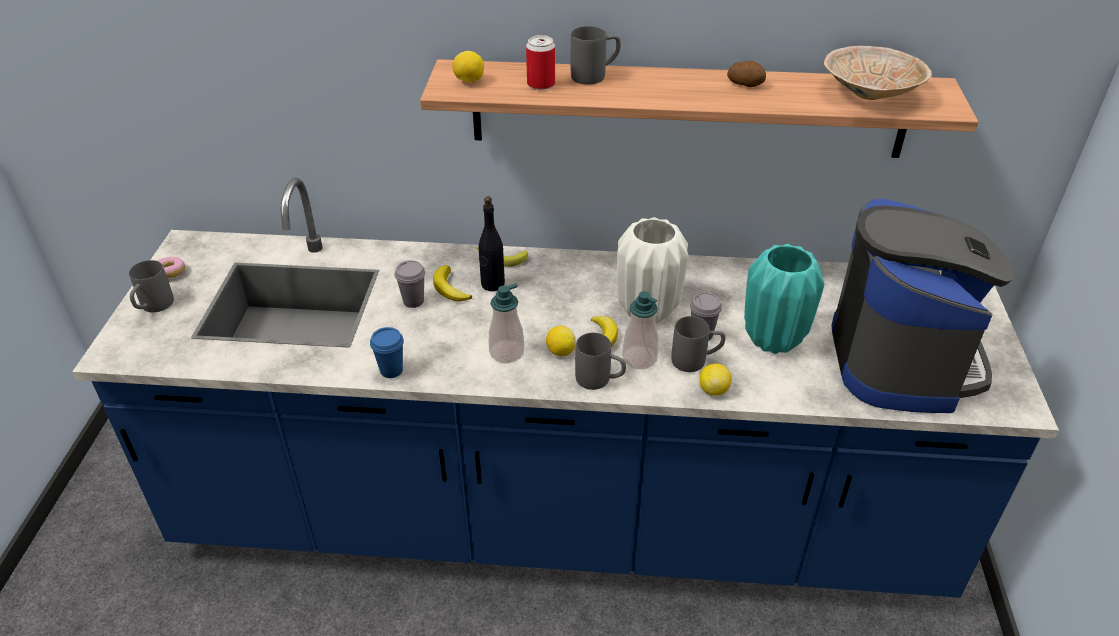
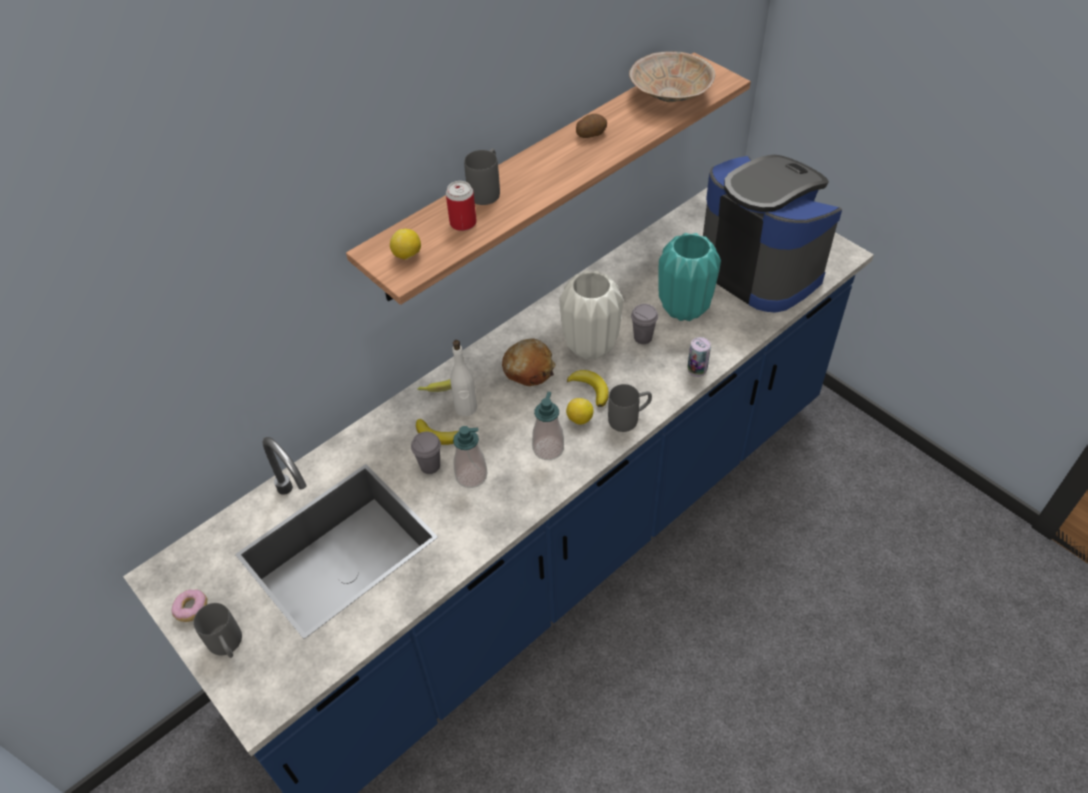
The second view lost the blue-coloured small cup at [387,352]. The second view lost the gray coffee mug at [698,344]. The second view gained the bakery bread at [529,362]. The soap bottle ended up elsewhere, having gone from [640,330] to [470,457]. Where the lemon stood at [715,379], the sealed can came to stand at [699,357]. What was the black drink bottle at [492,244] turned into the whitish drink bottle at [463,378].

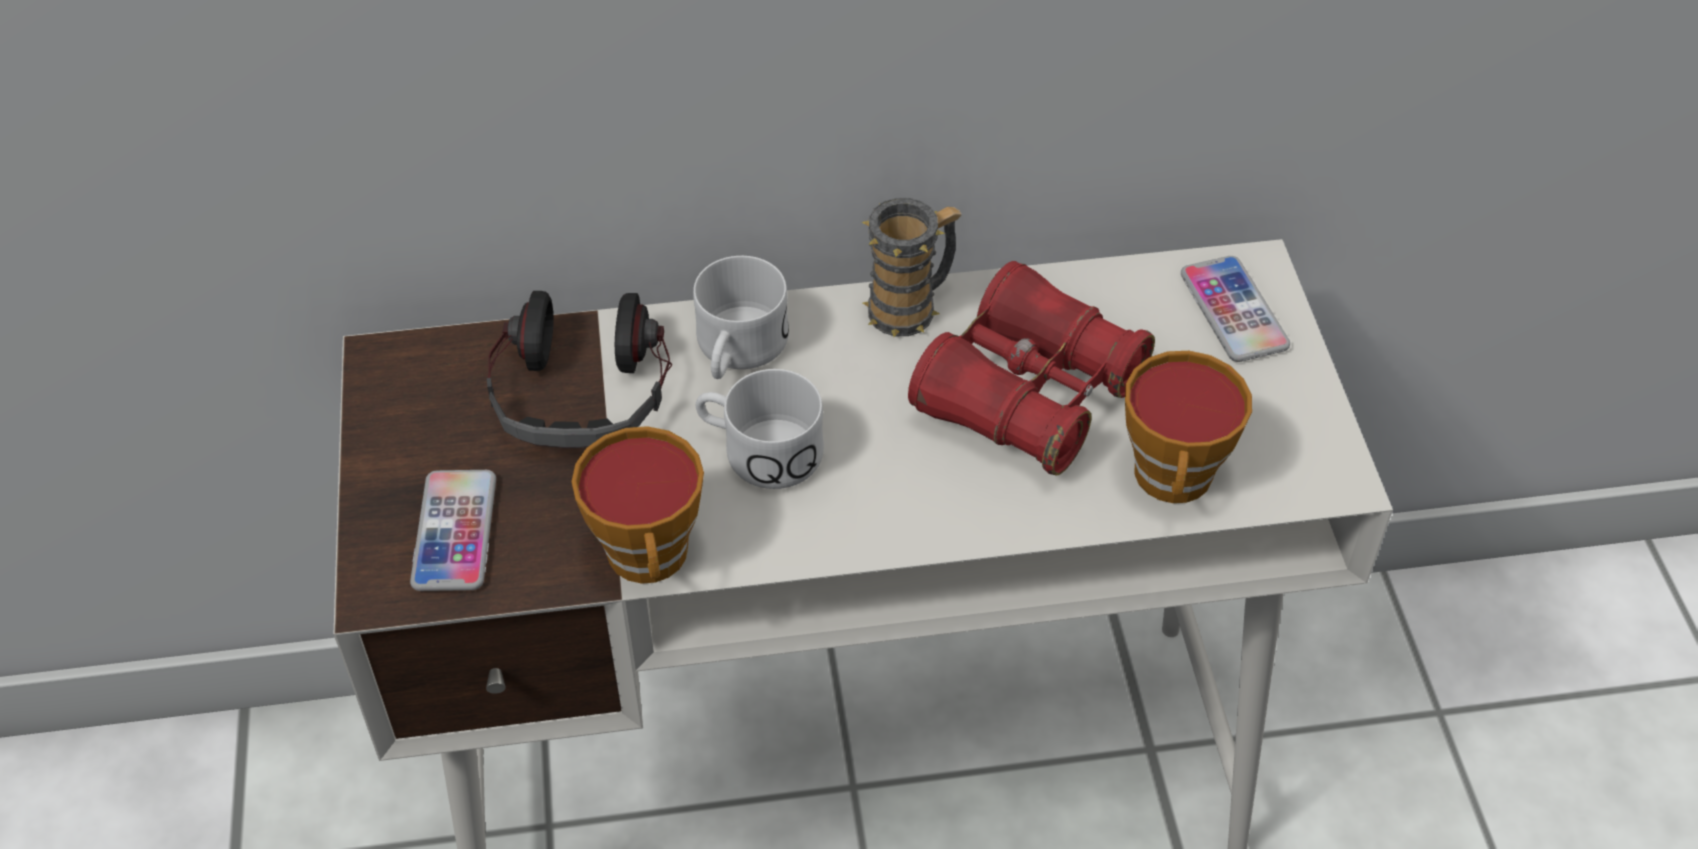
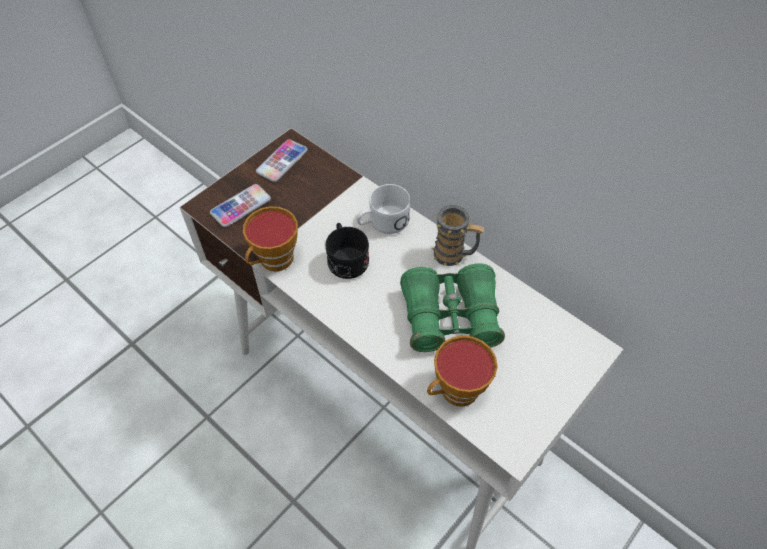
The second view lost the headphones at [580,369]. The telephone ended up elsewhere, having gone from [1235,309] to [282,160]. What was the whitish coffee mug at [760,429] turned into the black coffee mug at [347,251]. What was the red-coloured pair of binoculars at [1031,368] turned into the greenish pair of binoculars at [452,307].

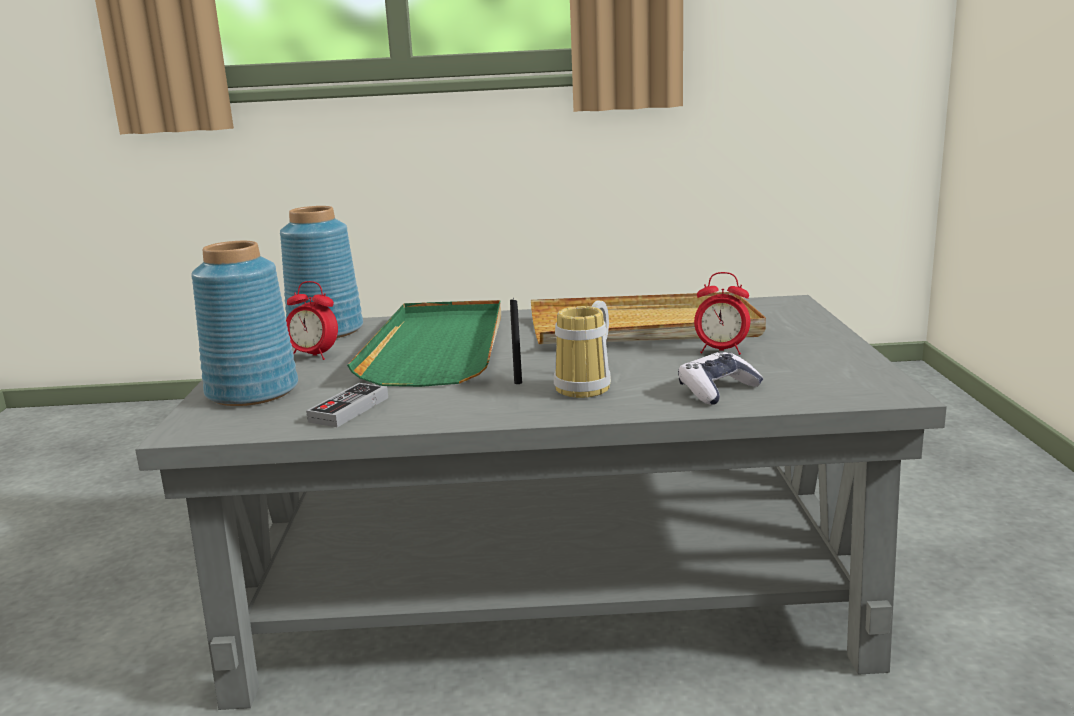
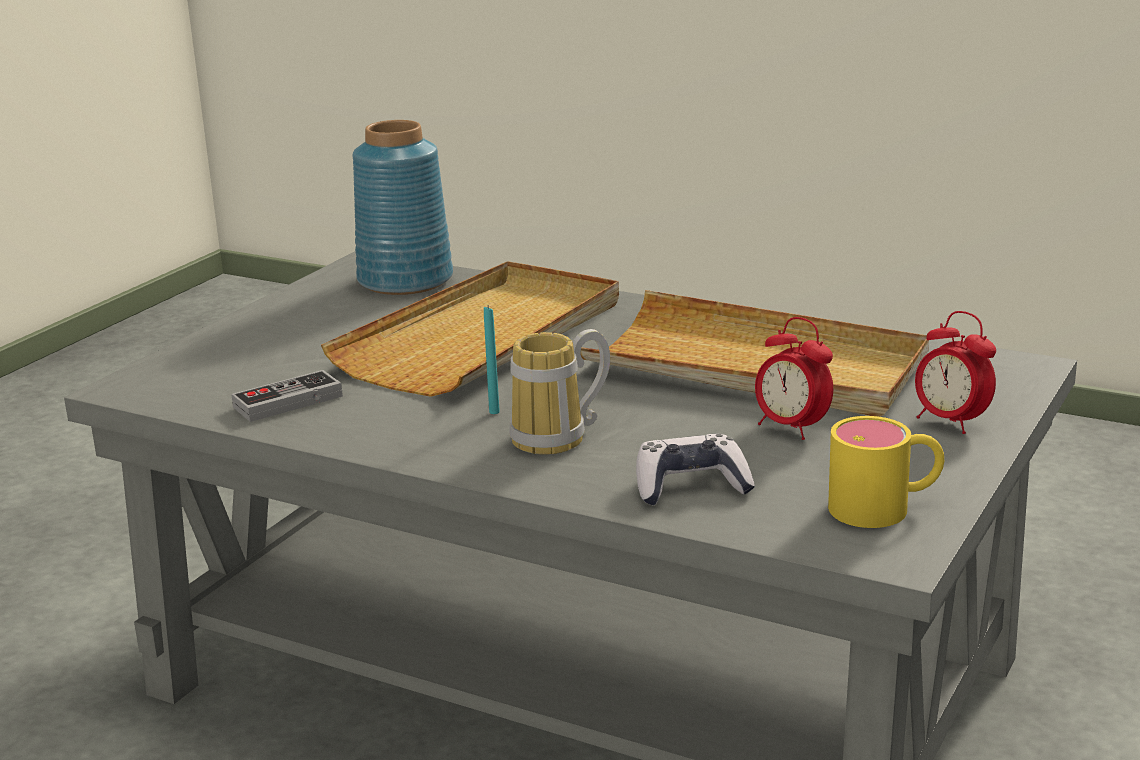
The second view lost the blue-coloured decorative vase at [244,323]. The second view gained the yellow coffee mug at [886,472]. The alarm clock ended up elsewhere, having gone from [312,320] to [955,372]. What was the greenish serving tray at [424,343] turned into the beige-coloured serving tray at [470,329]. What was the black candle at [516,340] turned into the turquoise candle at [492,360].

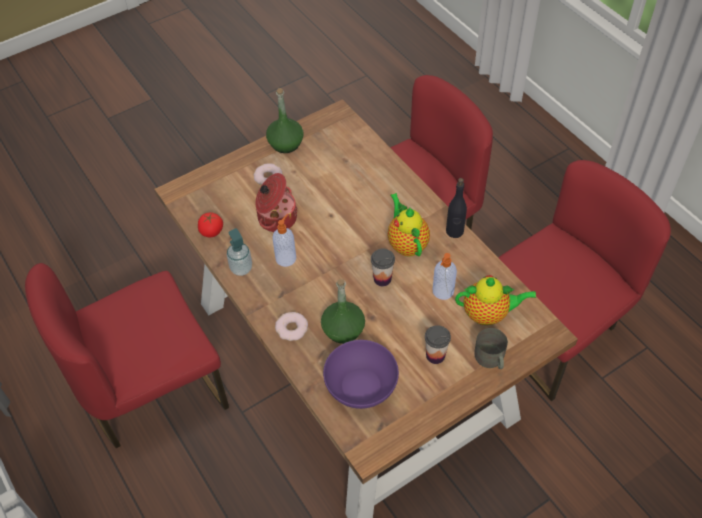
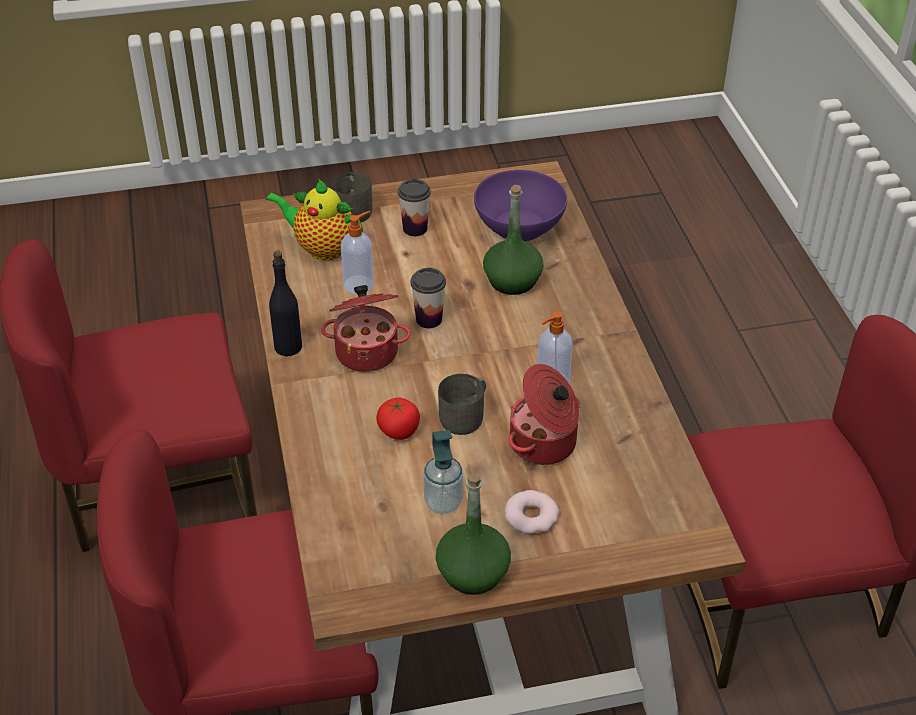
The second view lost the donut at [291,326]. The second view gained the gray coffee mug at [462,404]. The tomato ended up elsewhere, having gone from [210,224] to [398,419]. The soap bottle ended up elsewhere, having gone from [239,252] to [443,472]. Where the pot for tea stood at [409,225], the stockpot came to stand at [366,328].

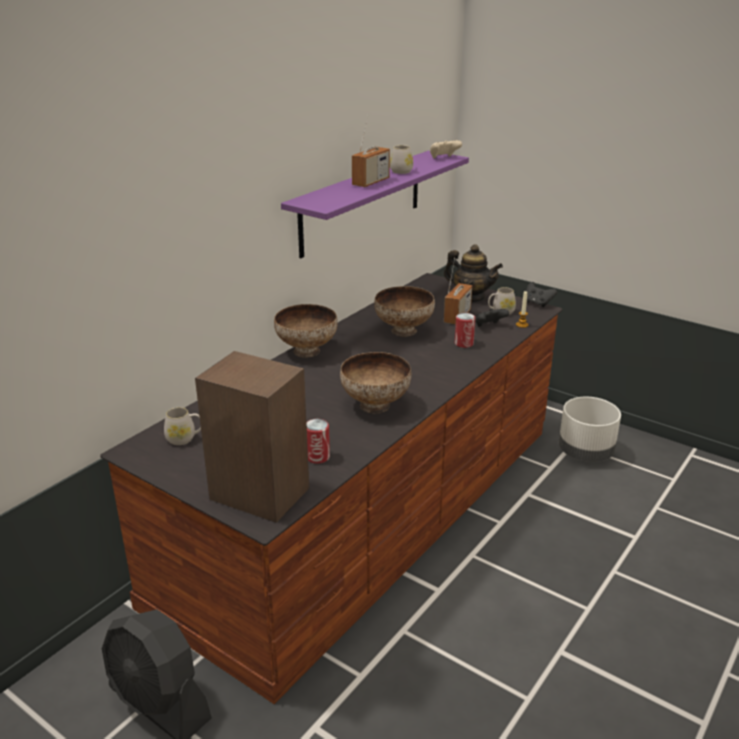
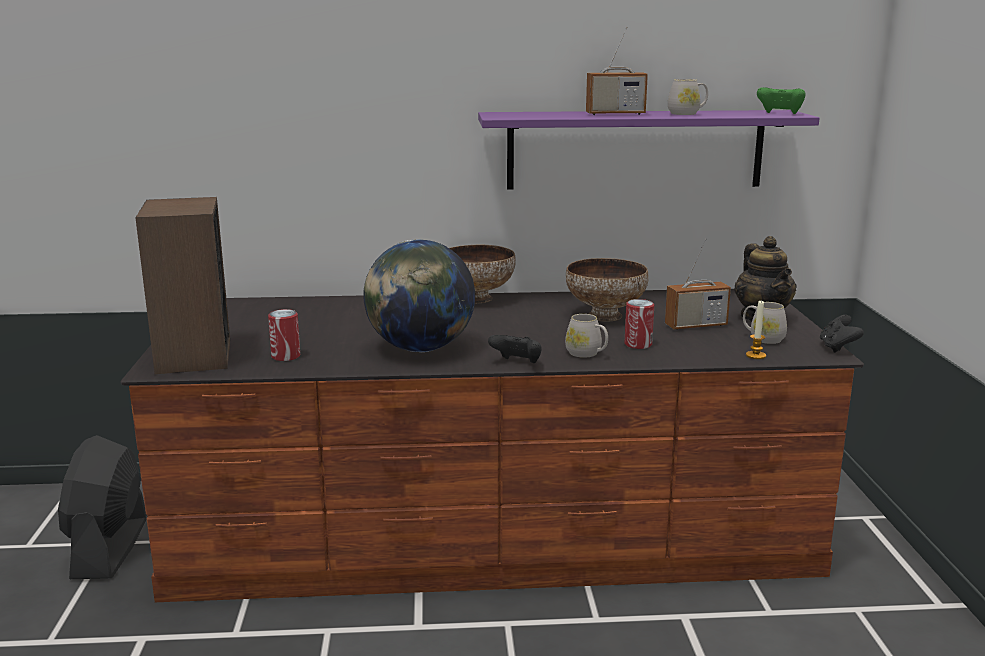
The second view lost the whitish flower pot at [590,429]. The whitish coffee mug ended up elsewhere, having gone from [182,426] to [586,336]. The black game controller ended up elsewhere, having gone from [492,318] to [515,349]. Where the bowl stood at [376,382], the desk globe came to stand at [419,296]. What was the beige-coloured game controller at [446,149] turned into the greenish game controller at [781,100].

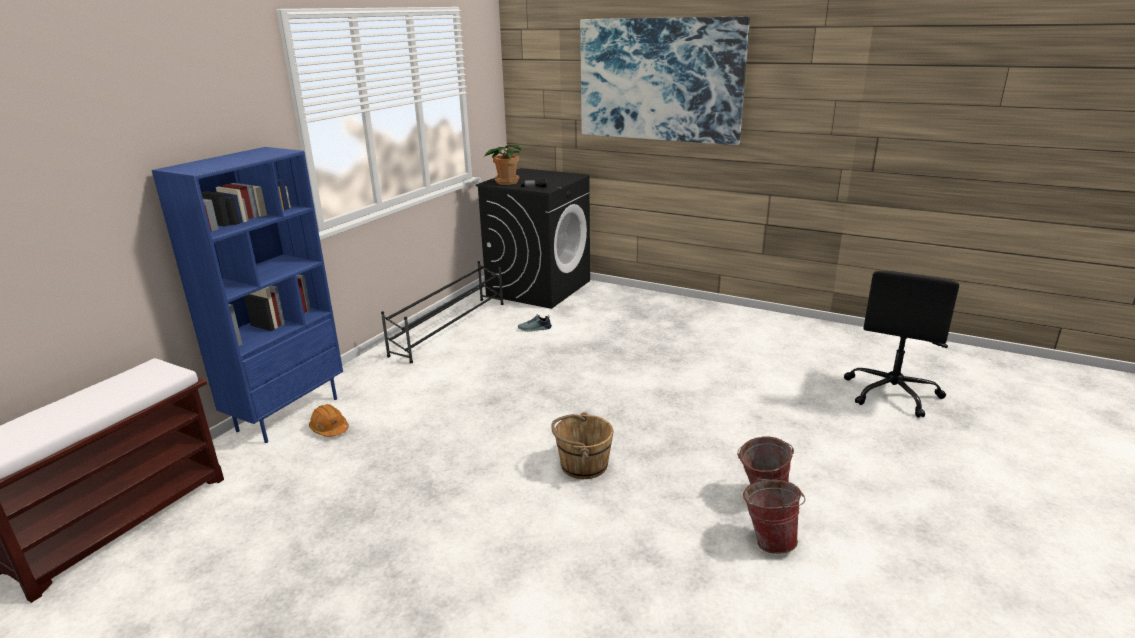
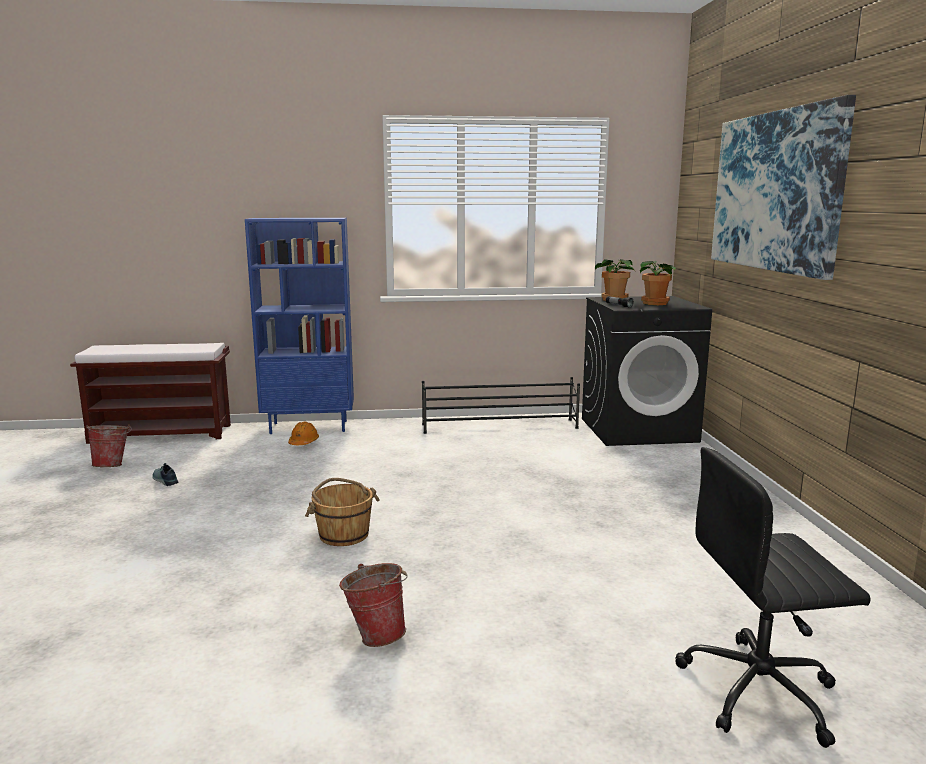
The second view gained the plant in a pot at [658,283]. The shoe ended up elsewhere, having gone from [535,323] to [165,474]. The pail ended up elsewhere, having gone from [774,515] to [109,445].

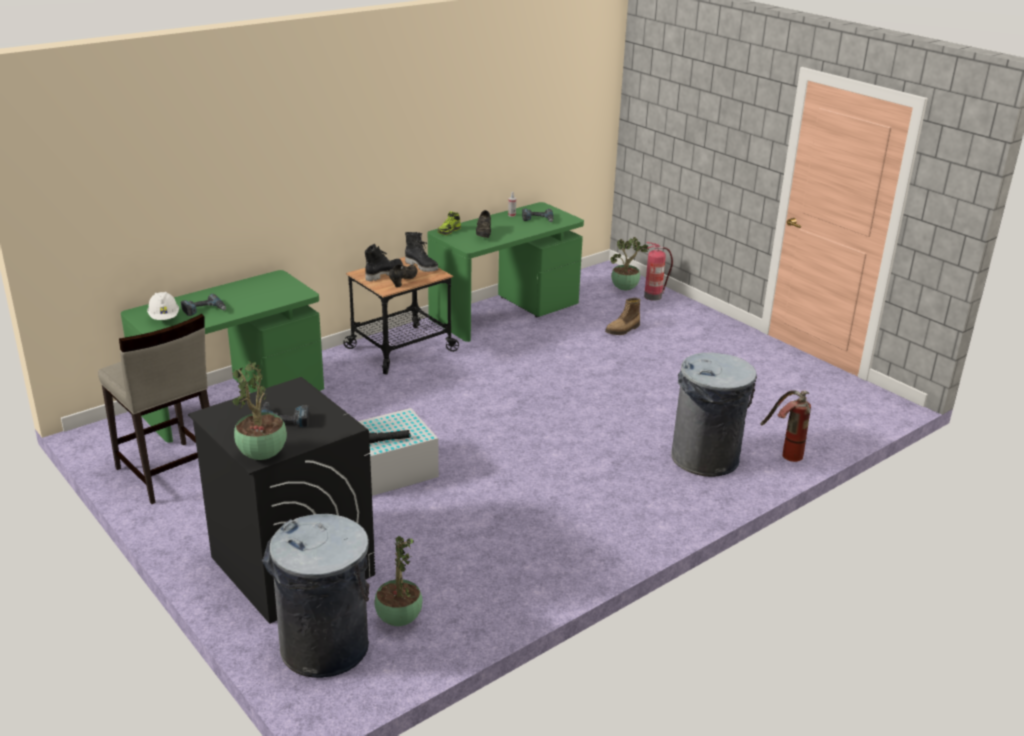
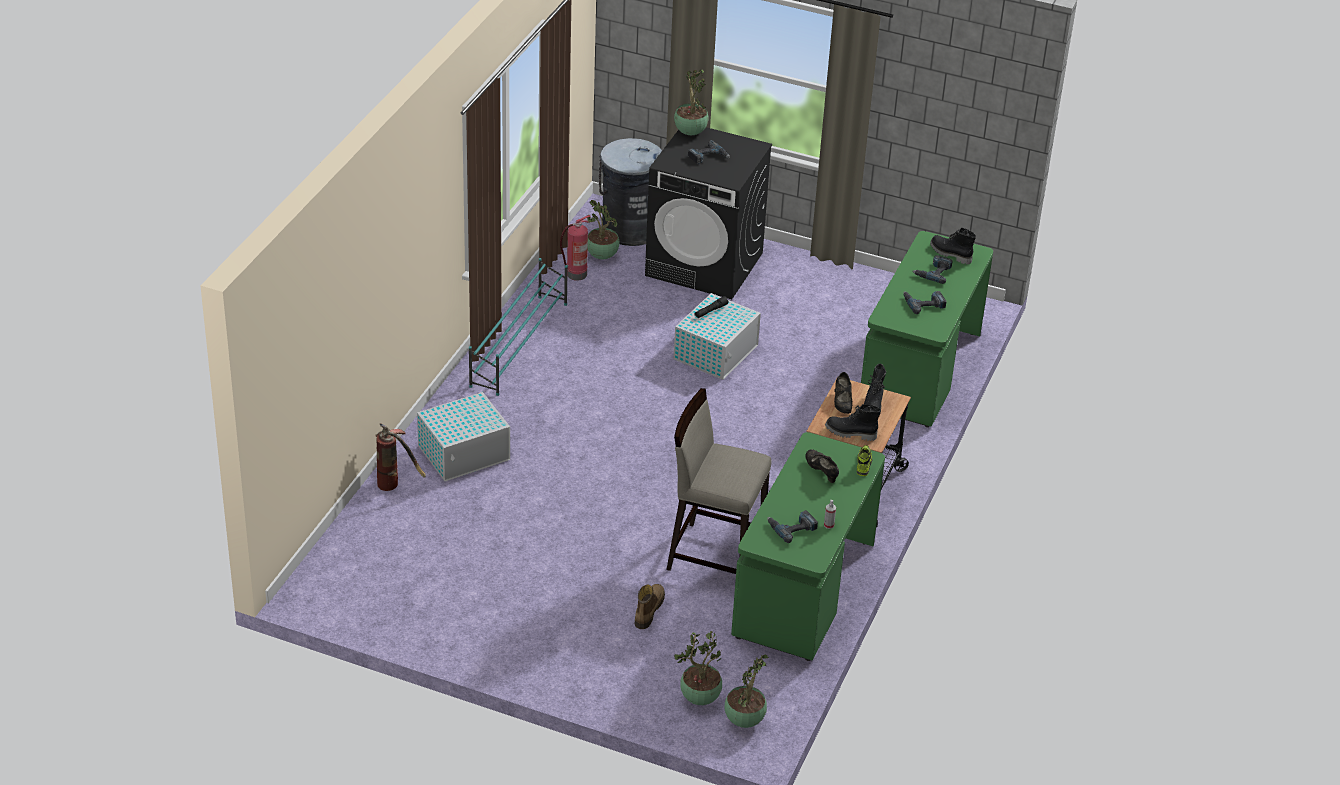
The second view gained the turquoise shoe shelf at [518,327]. The second view gained the plant in a pot at [747,691]. The second view gained the electric drill at [925,302]. The beige-coloured sitting stool ended up elsewhere, having gone from [154,409] to [719,481]. The extinguisher ended up elsewhere, having gone from [658,271] to [575,248]. Where the whitish safety helmet stood at [163,306], the black boot came to stand at [953,246]. Where the gray rubbish bin stood at [714,414], the whitish storage box came to stand at [463,436].

